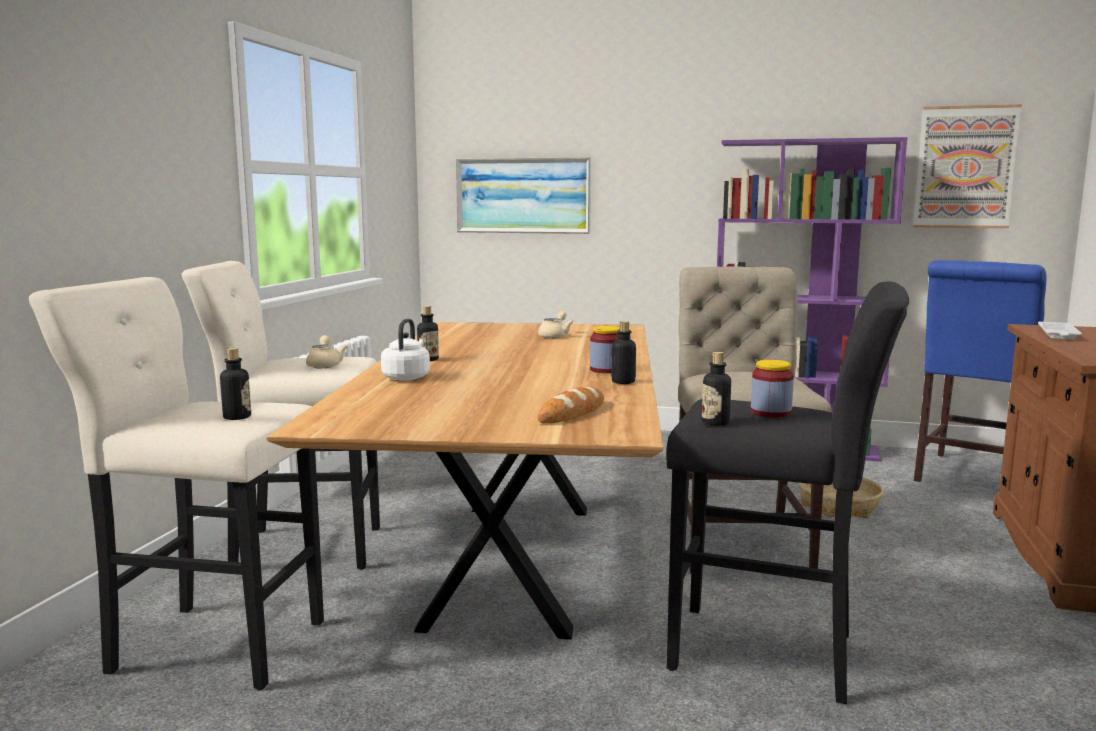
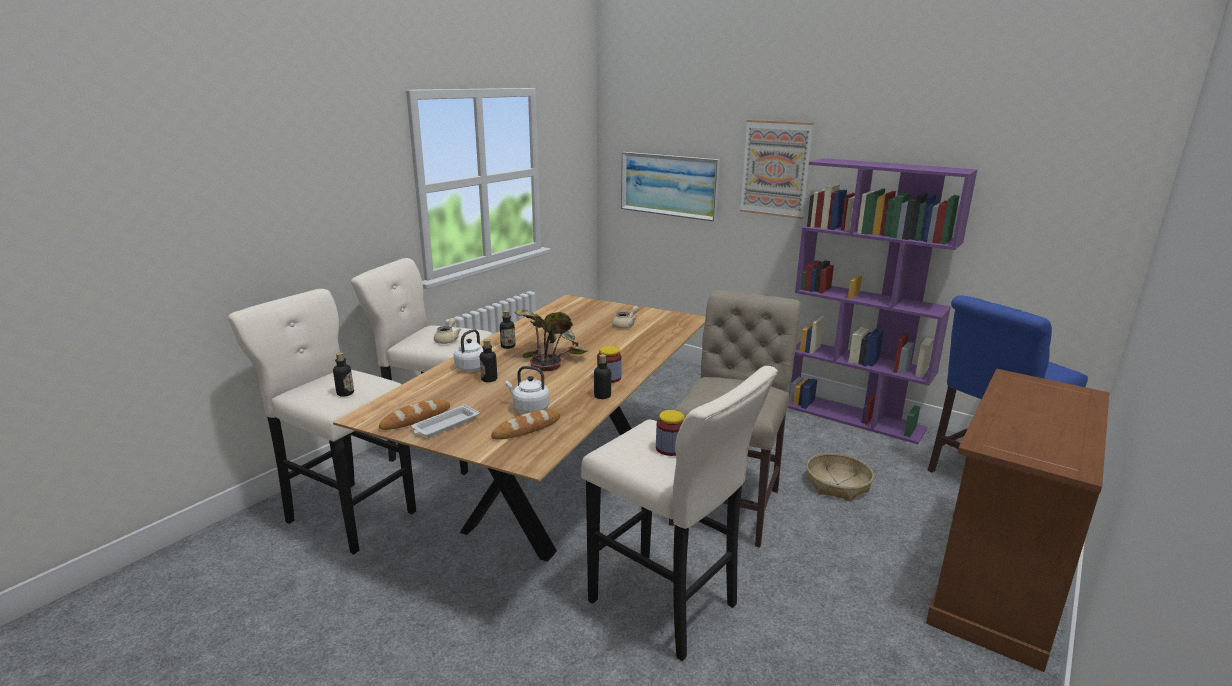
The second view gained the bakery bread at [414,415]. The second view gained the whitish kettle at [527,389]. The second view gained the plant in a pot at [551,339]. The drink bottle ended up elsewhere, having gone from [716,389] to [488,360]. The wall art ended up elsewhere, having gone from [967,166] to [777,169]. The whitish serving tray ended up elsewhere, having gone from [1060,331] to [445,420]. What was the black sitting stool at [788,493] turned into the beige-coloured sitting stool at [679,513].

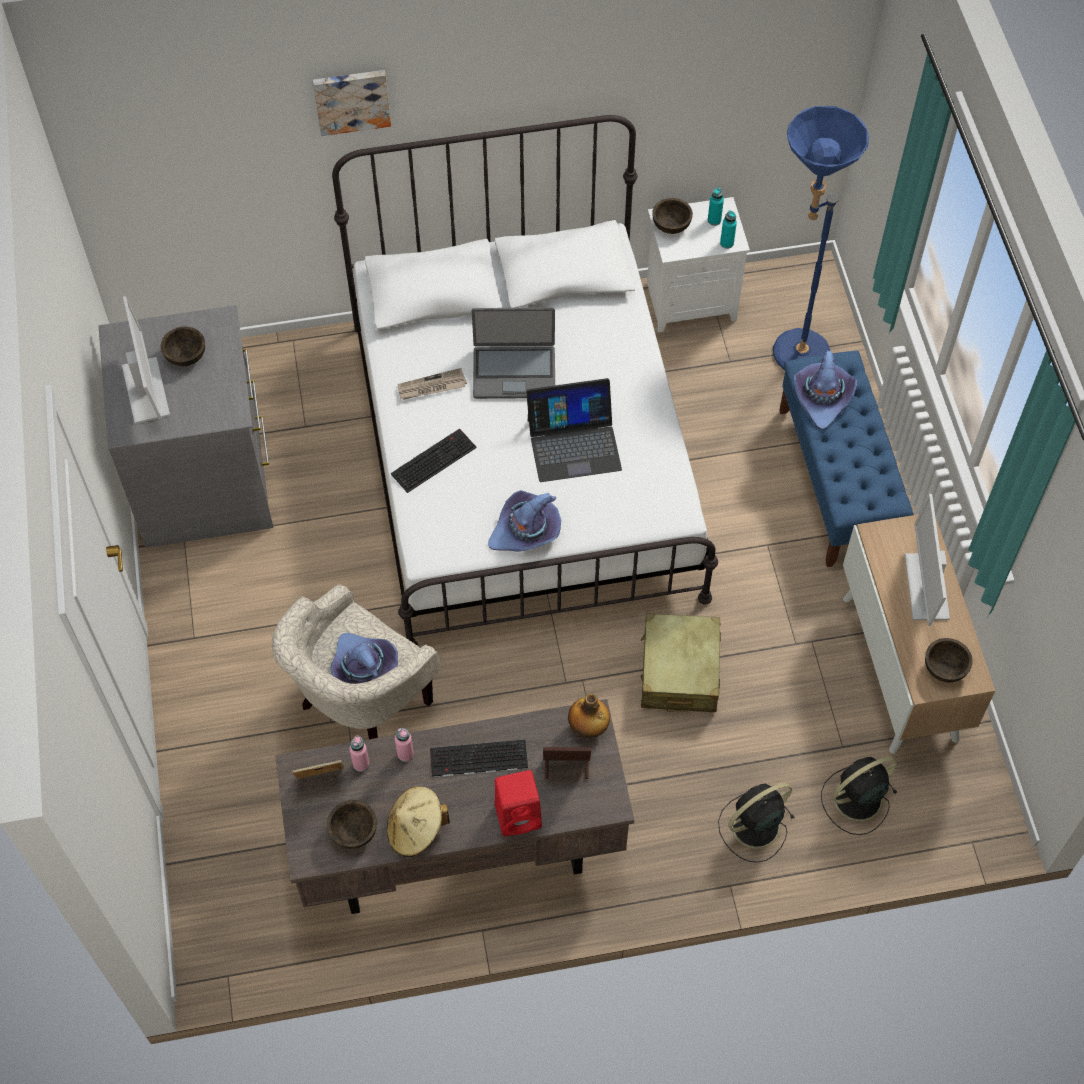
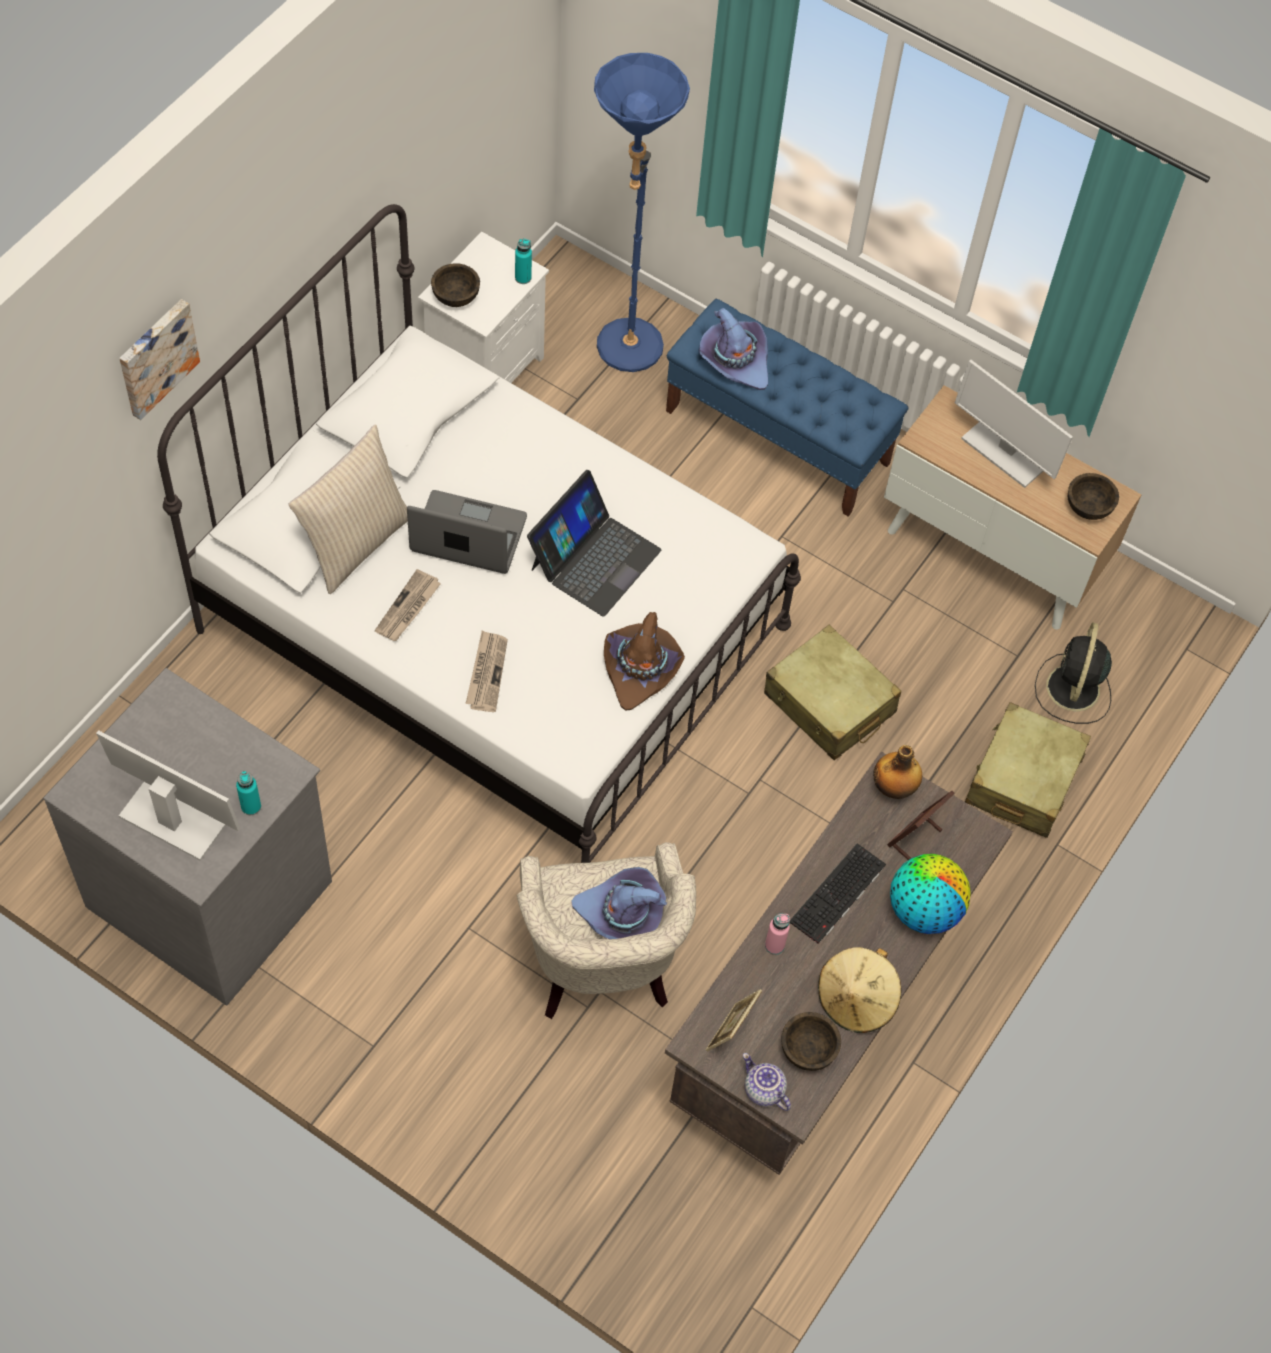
The second view lost the brownish bowl at [183,346]. The second view lost the pinkish drink bottle at [360,753]. The second view gained the beige-coloured throw pillow at [348,509]. The second view gained the pot for tea at [767,1082]. The turquoise drink bottle ended up elsewhere, having gone from [716,206] to [248,793]. Where the PC keyboard stood at [434,461], the daily paper came to stand at [486,671]. Where the red-coloured loudspeaker stood at [518,803], the desk globe came to stand at [930,894]. Where the black electric fan stood at [756,823], the beige-coloured piece of luggage came to stand at [1028,770]. What was the purple wearable hat at [524,521] turned into the brownish wearable hat at [644,661]. The notebook computer at [513,353] ended up facing another way, 120 degrees counterclockwise from before.

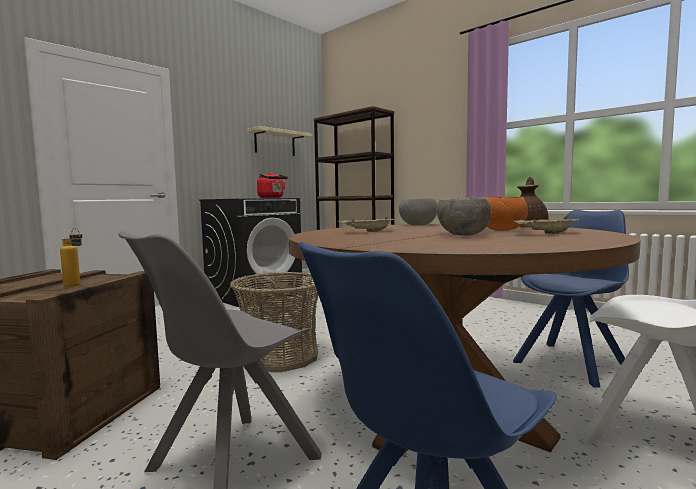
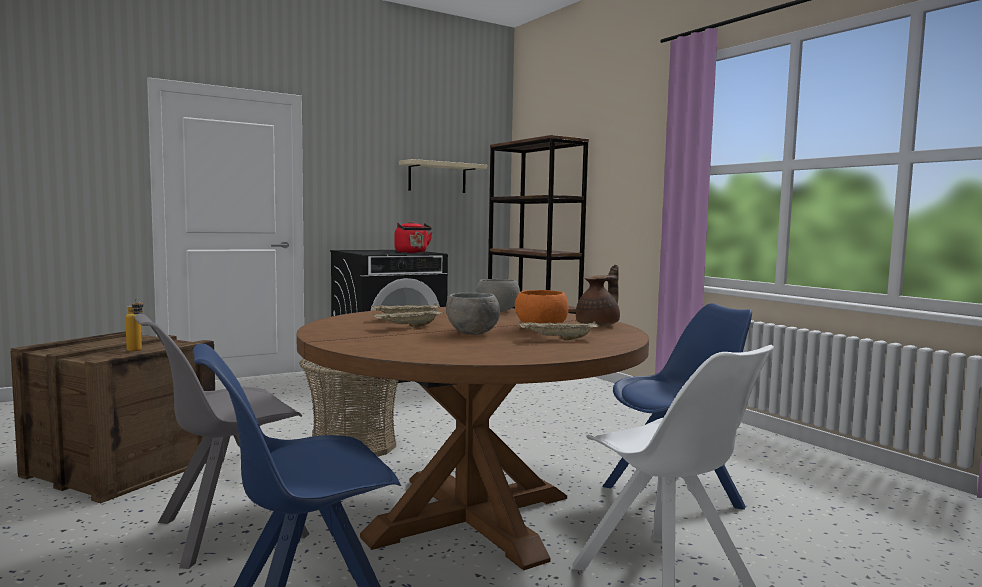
The second view gained the beige-coloured serving tray at [408,317].

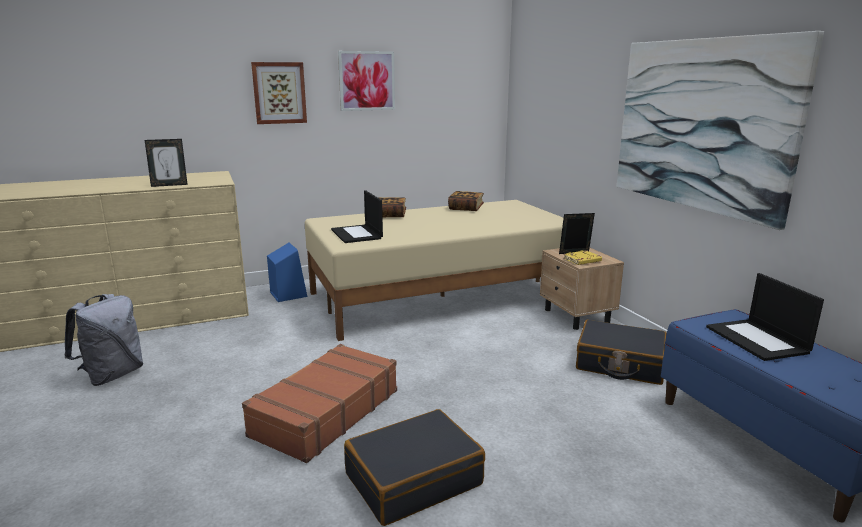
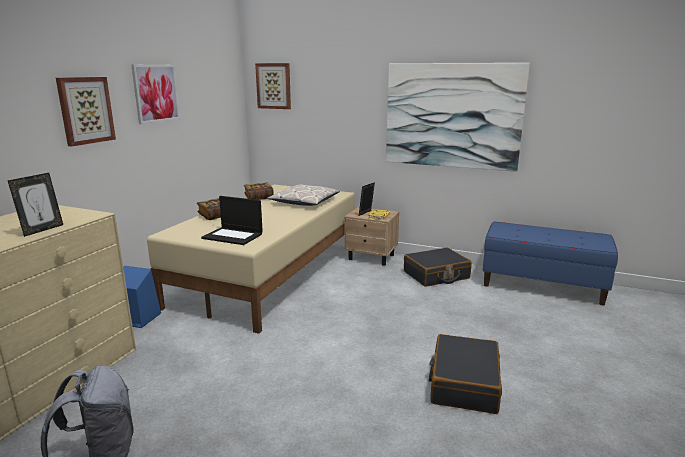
The second view lost the brownish piece of luggage at [319,403]. The second view lost the notebook computer at [765,317]. The second view gained the wall art at [273,86]. The second view gained the throw pillow at [304,195].

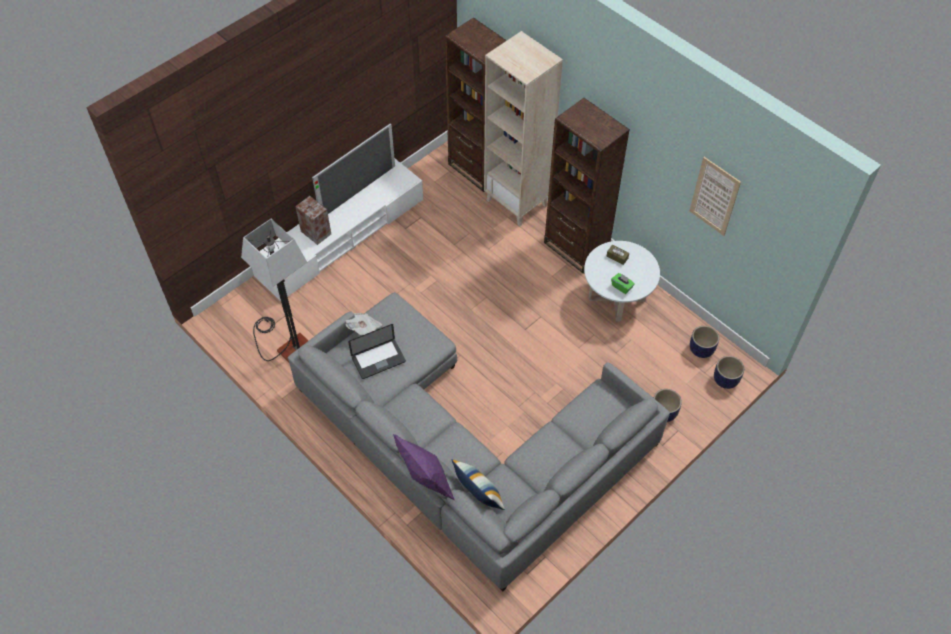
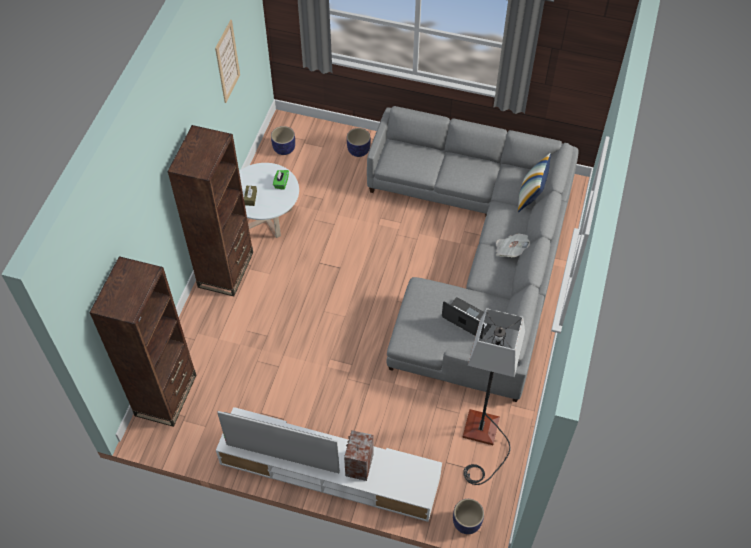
The second view lost the purple throw pillow at [424,467]. The second view lost the beige-coloured shelving unit at [523,128]. The daily paper ended up elsewhere, having gone from [363,324] to [513,245]. The flower pot ended up elsewhere, having gone from [729,372] to [468,516].

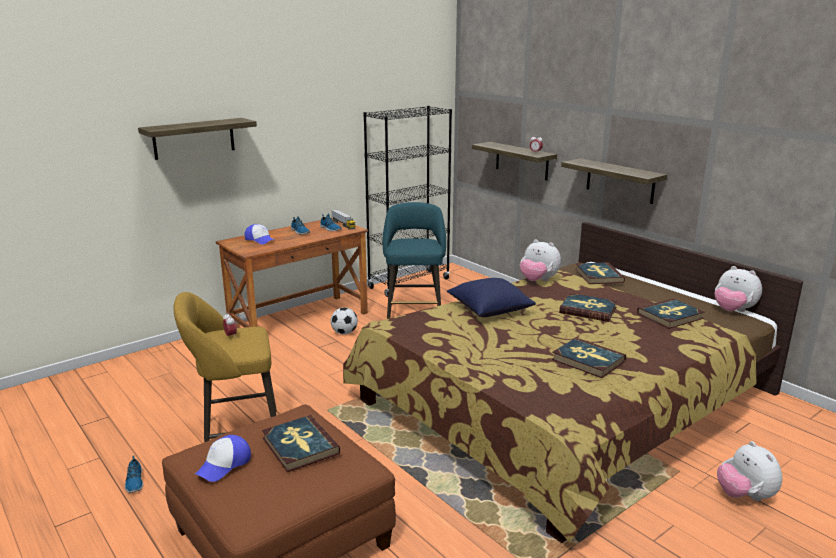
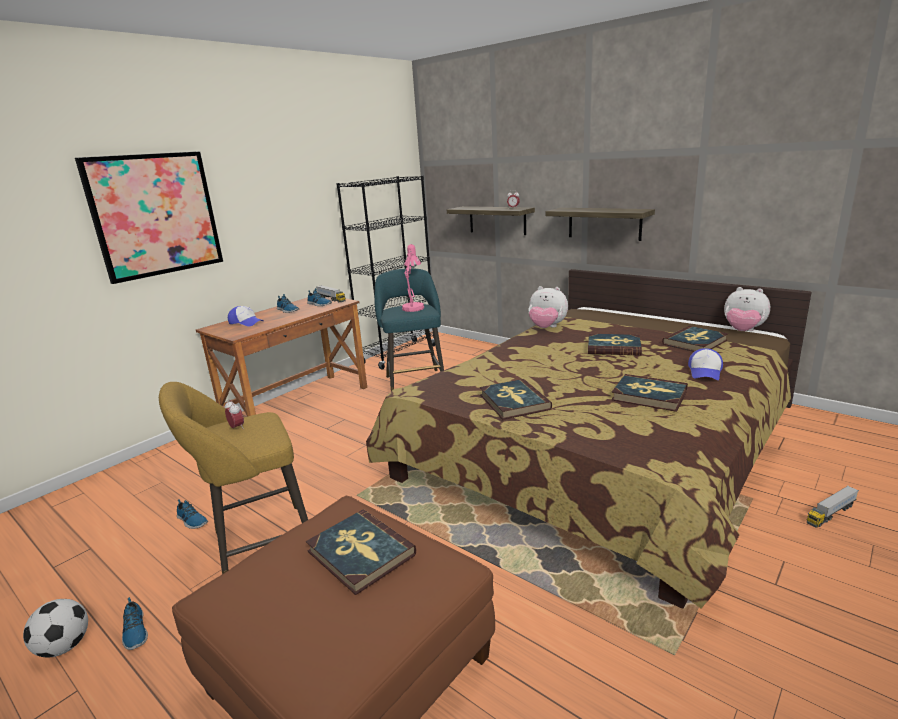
The second view lost the blue-coloured throw pillow at [491,297]. The second view gained the shoe at [192,514]. The second view gained the pinkish table lamp at [413,278]. The peaked cap ended up elsewhere, having gone from [223,458] to [705,364]. The football ended up elsewhere, having gone from [344,321] to [55,628]. The bound book ended up elsewhere, having gone from [600,273] to [516,399]. Where the shelf hung at [197,139], the wall art came to hang at [149,217]. Where the cuddly toy stood at [749,471], the toy lorry came to stand at [833,506].

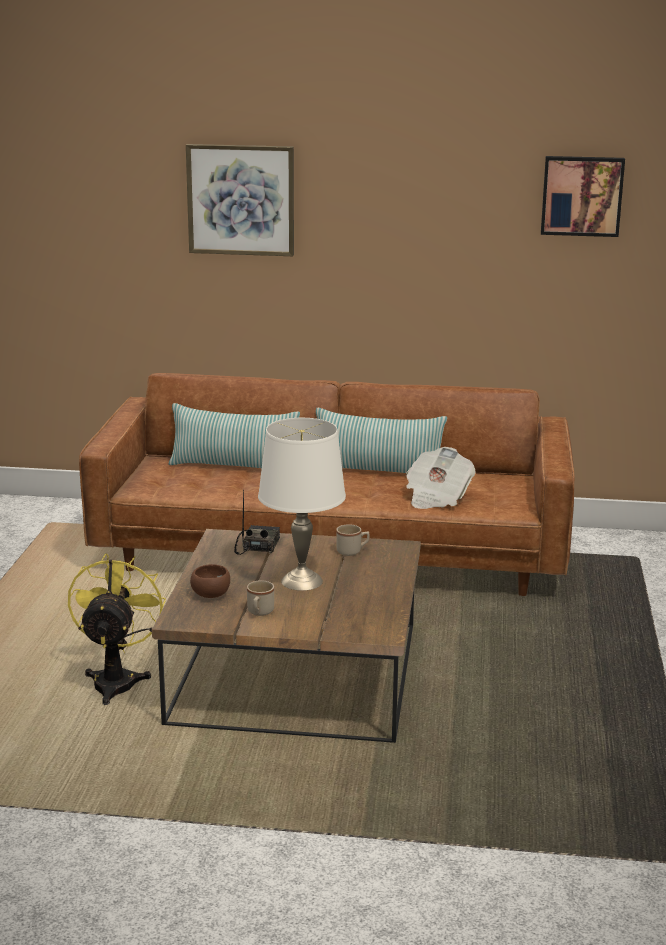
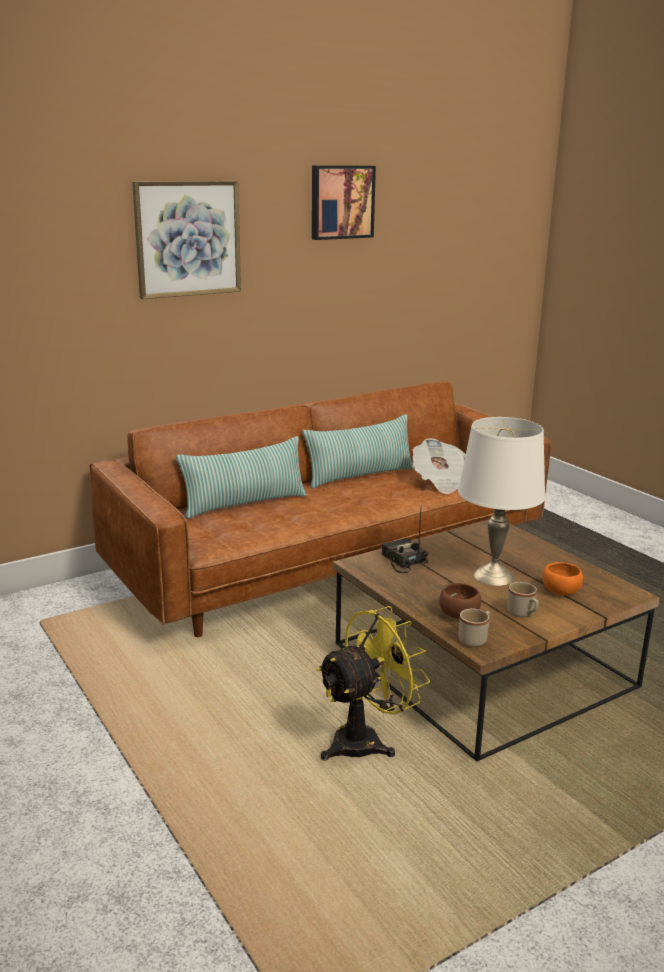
The second view gained the orange bowl at [562,579]. The beige-coloured coffee mug ended up elsewhere, having gone from [352,540] to [474,627]. The wall art ended up elsewhere, having gone from [583,196] to [344,202]. The yellow electric fan at [117,629] ended up facing another way, 90 degrees clockwise from before.

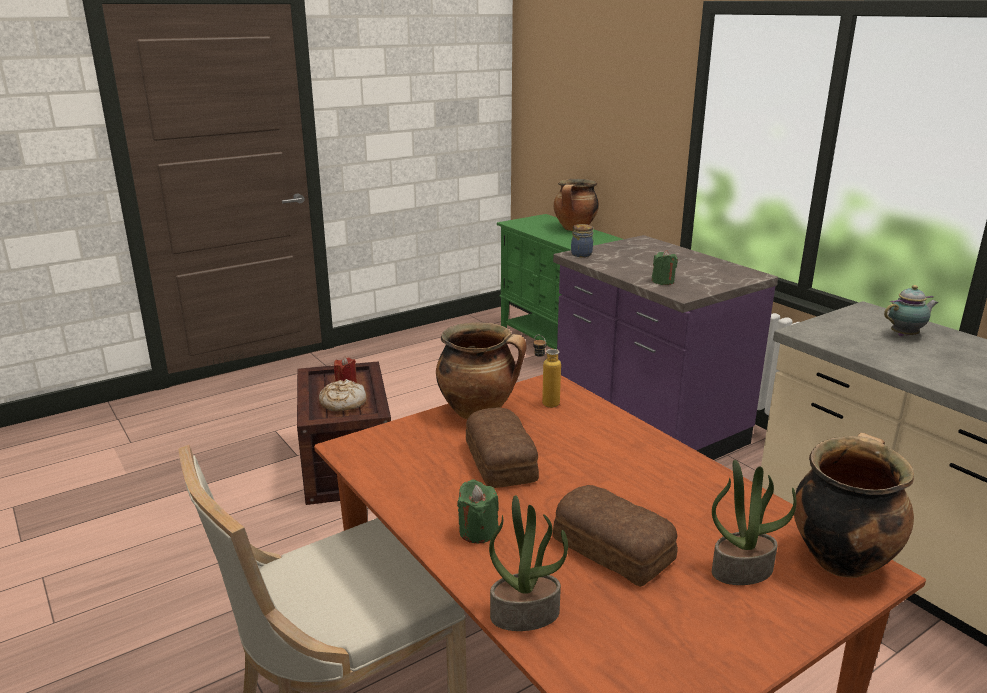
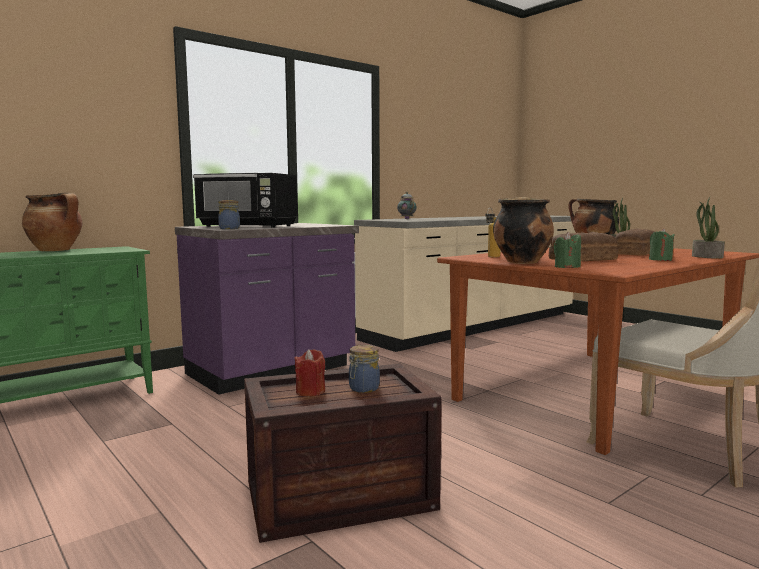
The second view gained the black microwave oven at [245,200]. The greenish candle ended up elsewhere, having gone from [665,267] to [567,250]. Where the bakery bread stood at [342,395], the storage jar came to stand at [364,369].

